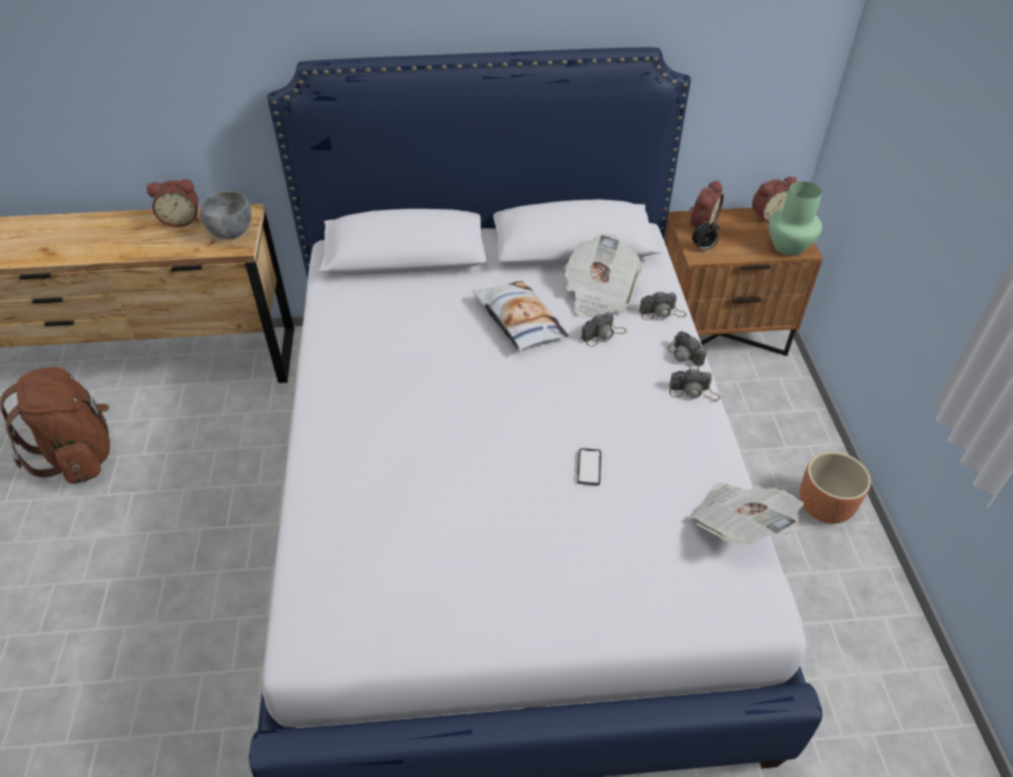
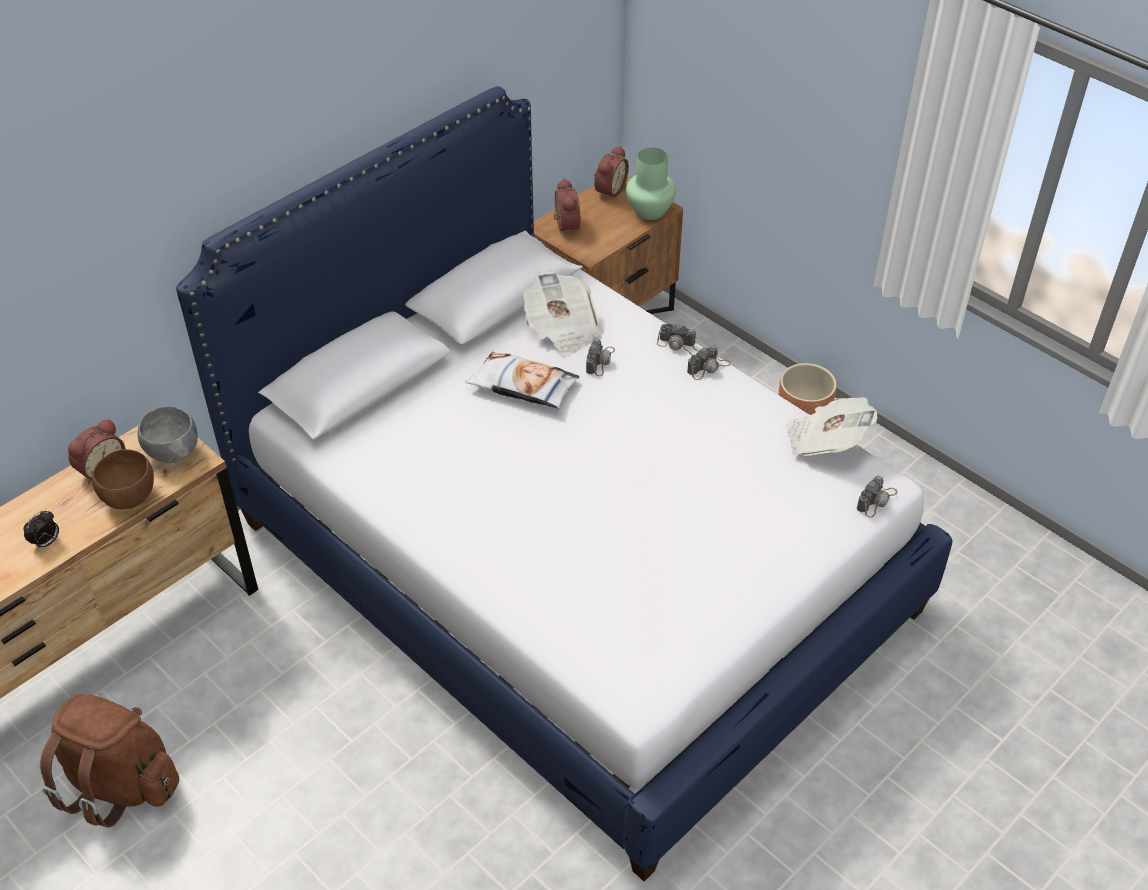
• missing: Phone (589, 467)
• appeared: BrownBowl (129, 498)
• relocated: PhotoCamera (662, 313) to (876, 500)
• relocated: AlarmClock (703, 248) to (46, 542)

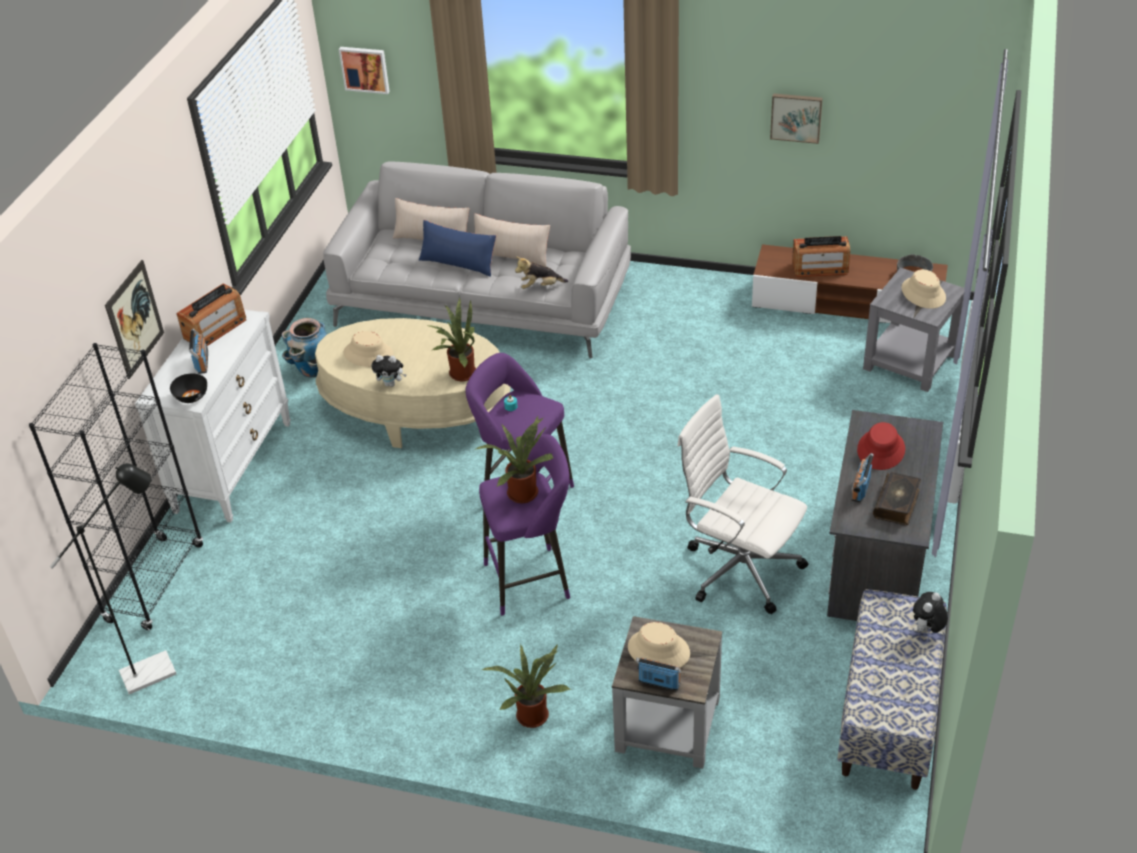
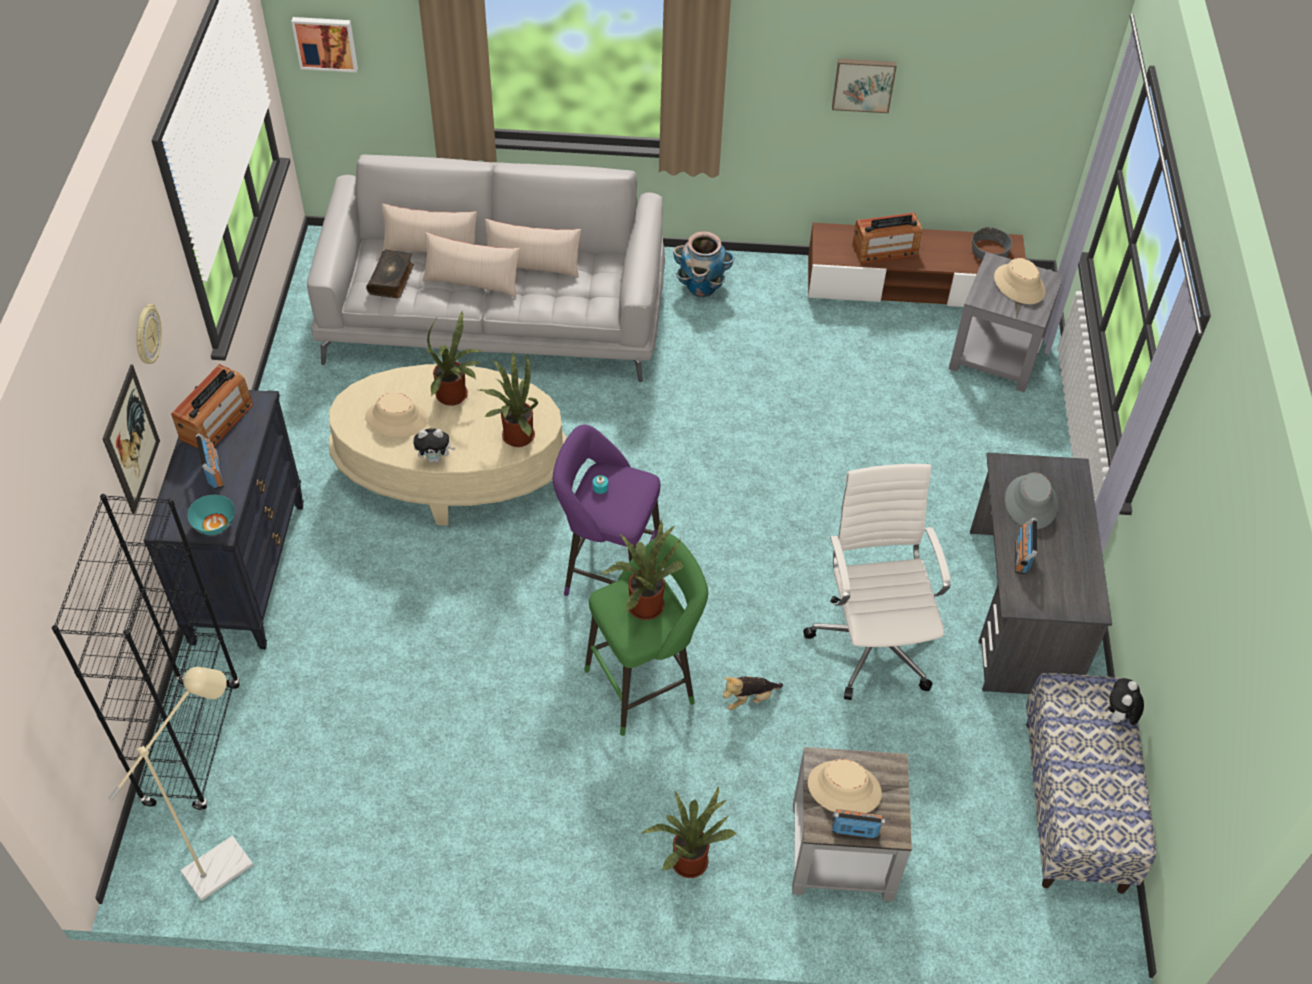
• appeared: WallClock (146, 336)
• appeared: PottedPlant (455, 396)
• relocated: Planter (313, 369) to (701, 287)
• relocated: PlushToy (540, 286) to (749, 699)
• relocated: Book (897, 504) to (392, 279)
• colour: BlackFloorLamp (158, 669) to BeigeFloorLamp (228, 861)
• colour: WhiteDresser (233, 466) to BlackDresser (248, 571)
• colour: BlackBowl (191, 397) to TurquoiseBowl (214, 524)
• colour: BluePillow (458, 263) to BeigePillow (472, 281)
• colour: PurpleStool (532, 579) to GreenStool (645, 684)
• colour: RedHat (881, 450) to GreyHat (1031, 502)
• spun: WhiteOfficeChair (739, 568) = (873, 641) 60 degrees clockwise

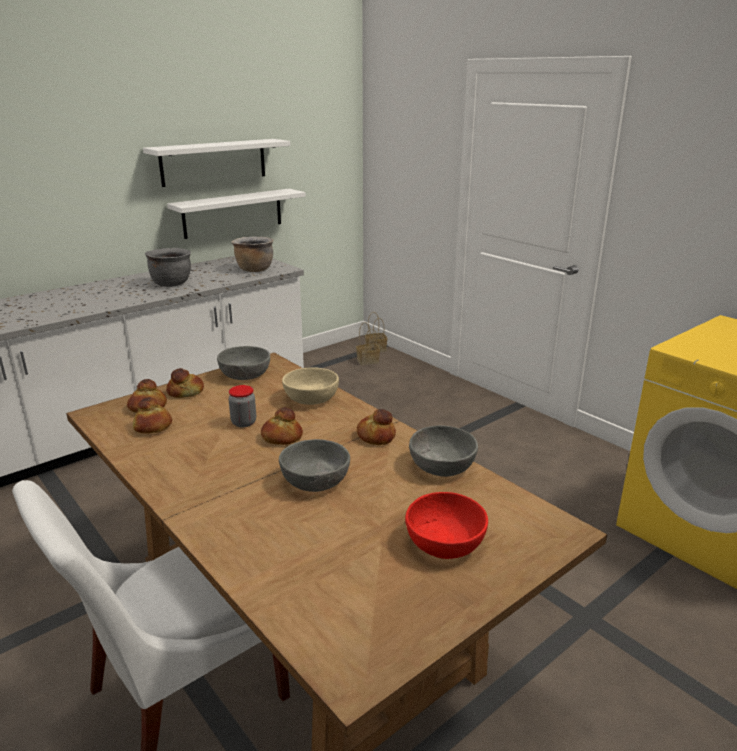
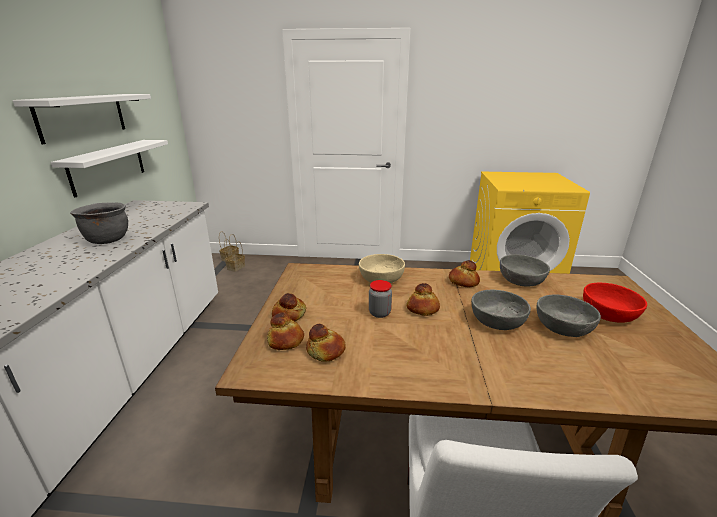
• missing: BrownCookingPot (254, 269)
• relocated: GreyBowl (245, 374) to (562, 327)

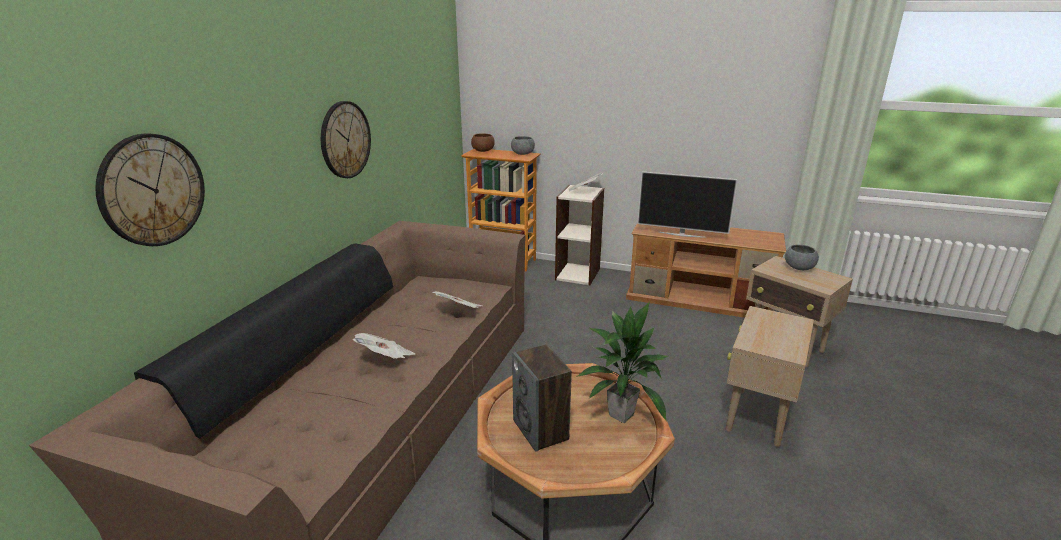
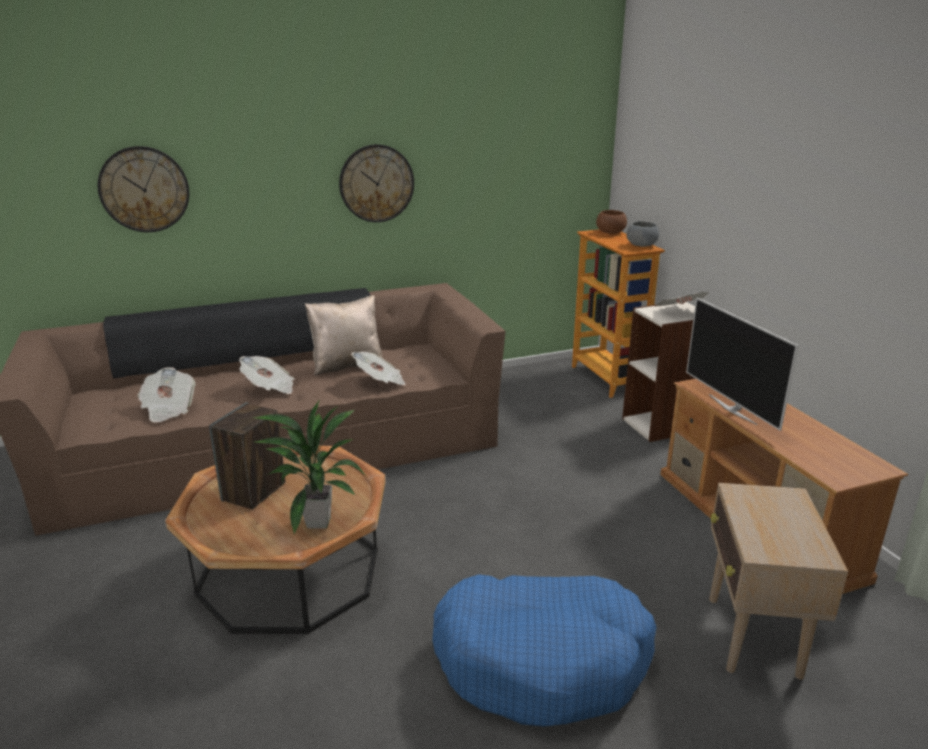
• missing: GreyBowl (798, 268)
• appeared: Newspaper (168, 409)
• appeared: BeigePillow (347, 365)
• exchanged: BeigeSideTable (757, 417) to BlueDogBed (542, 660)

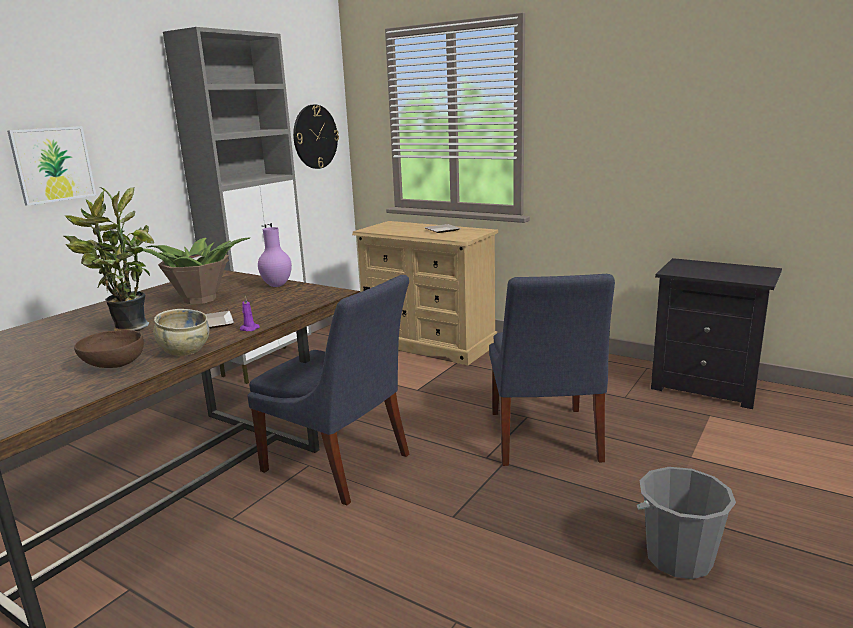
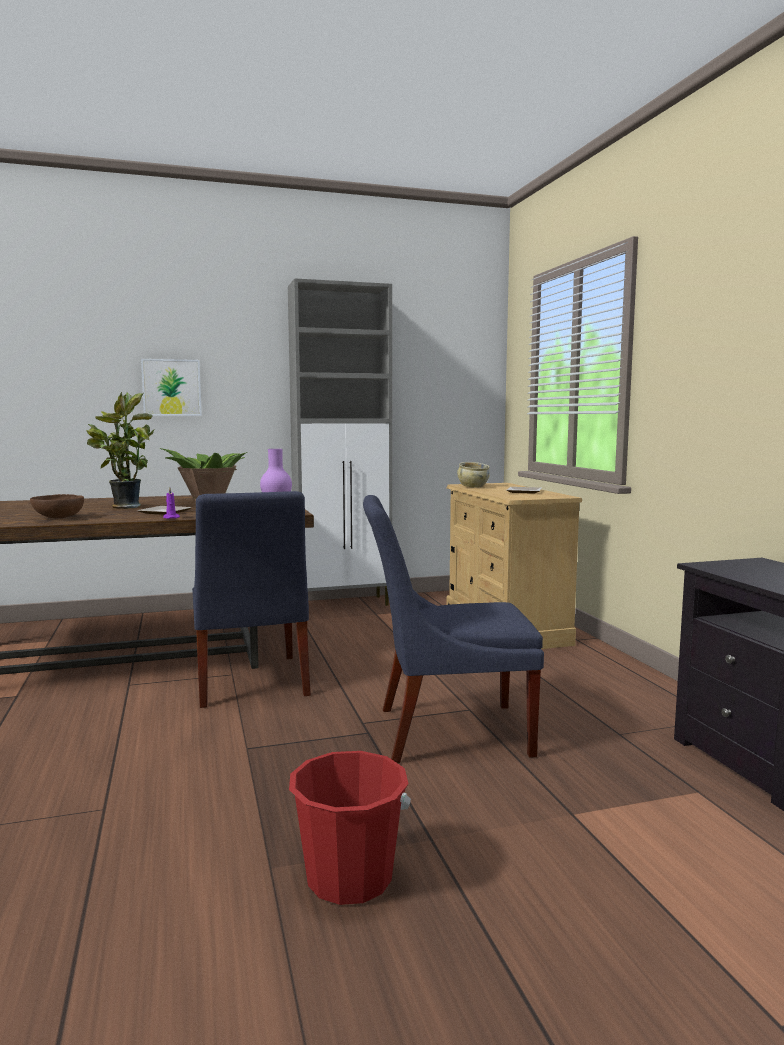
• missing: WallClock (315, 137)
• relocated: BeigeBowl (184, 350) to (473, 486)
• colour: GreyBucket (678, 558) to RedBucket (349, 878)
• spun: BlueChair (543, 439) = (445, 731) 45 degrees clockwise

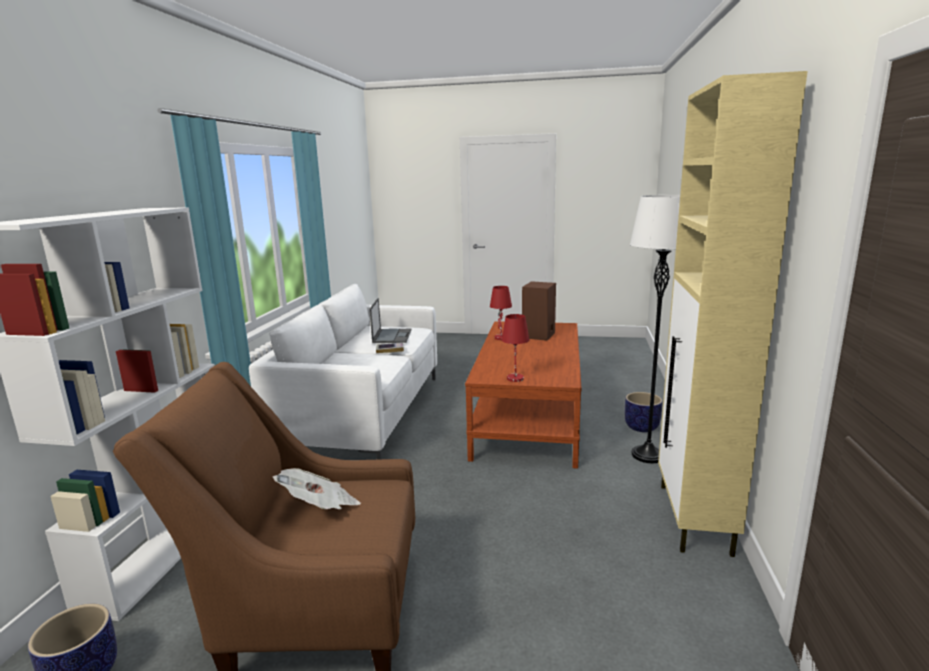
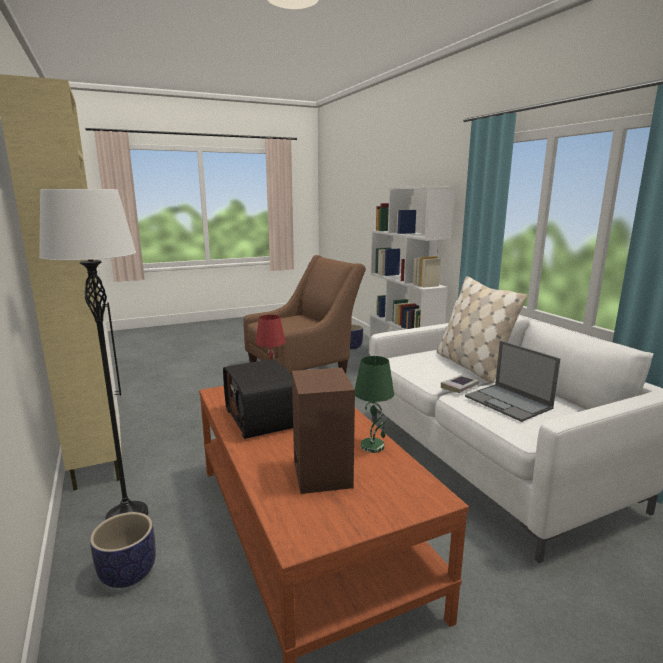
• missing: Newspaper (320, 507)
• appeared: Radio (263, 418)
• appeared: BeigePillow (472, 366)
• colour: RedTableLamp (500, 338) to GreenTableLamp (373, 446)

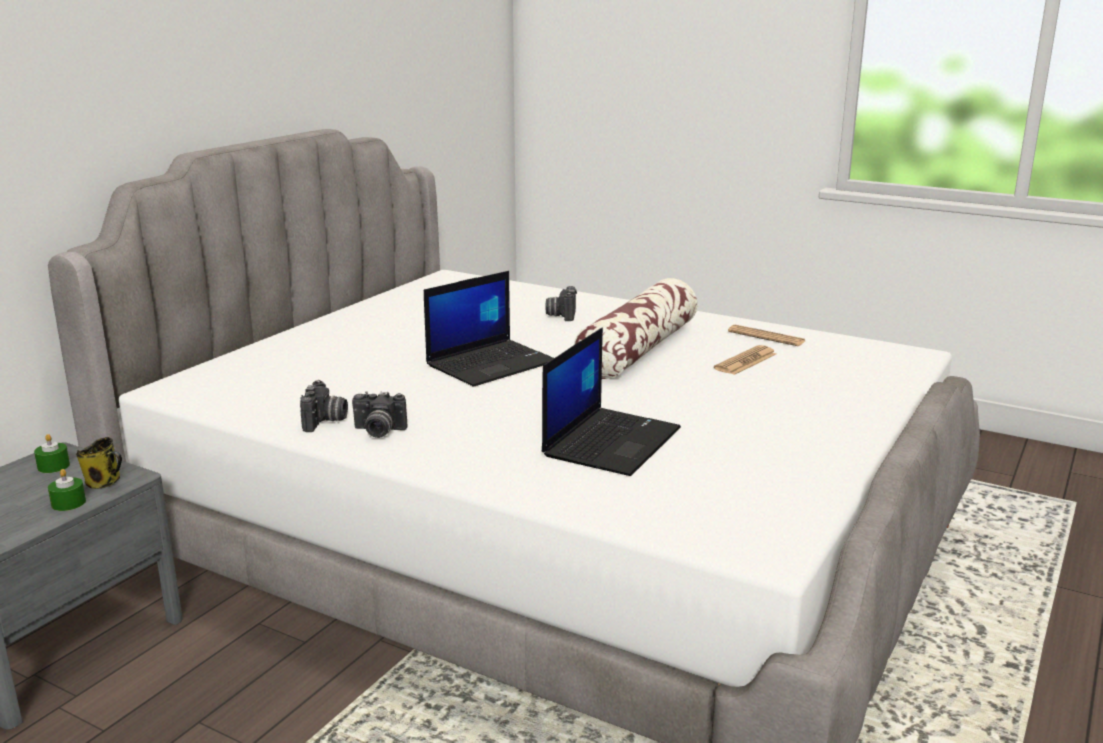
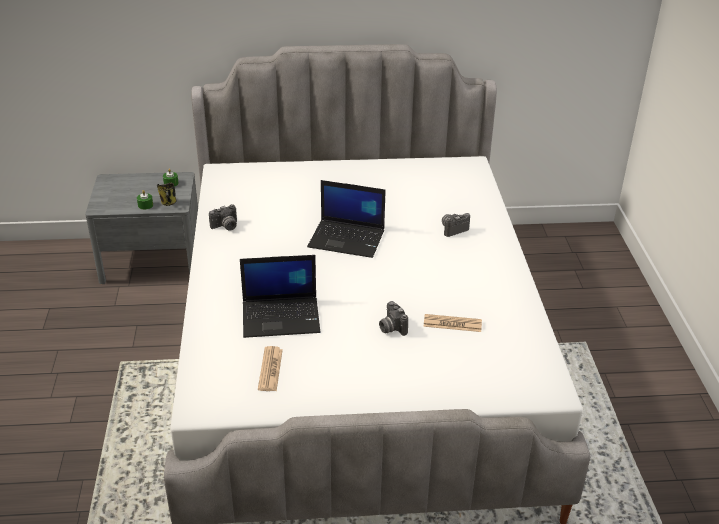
• missing: Pillow (638, 350)
• relocated: PhotoCamera (378, 432) to (391, 328)
• relocated: Newspaper (766, 337) to (270, 369)

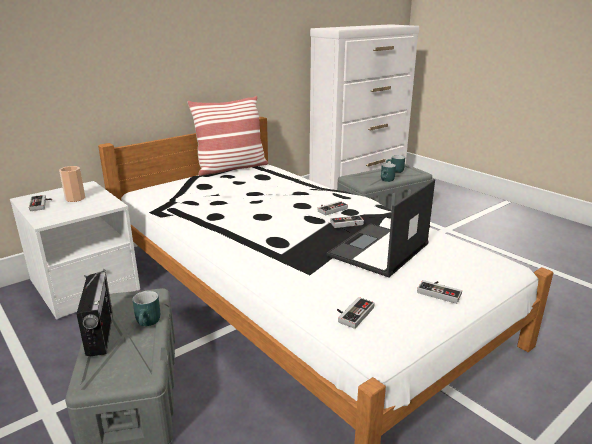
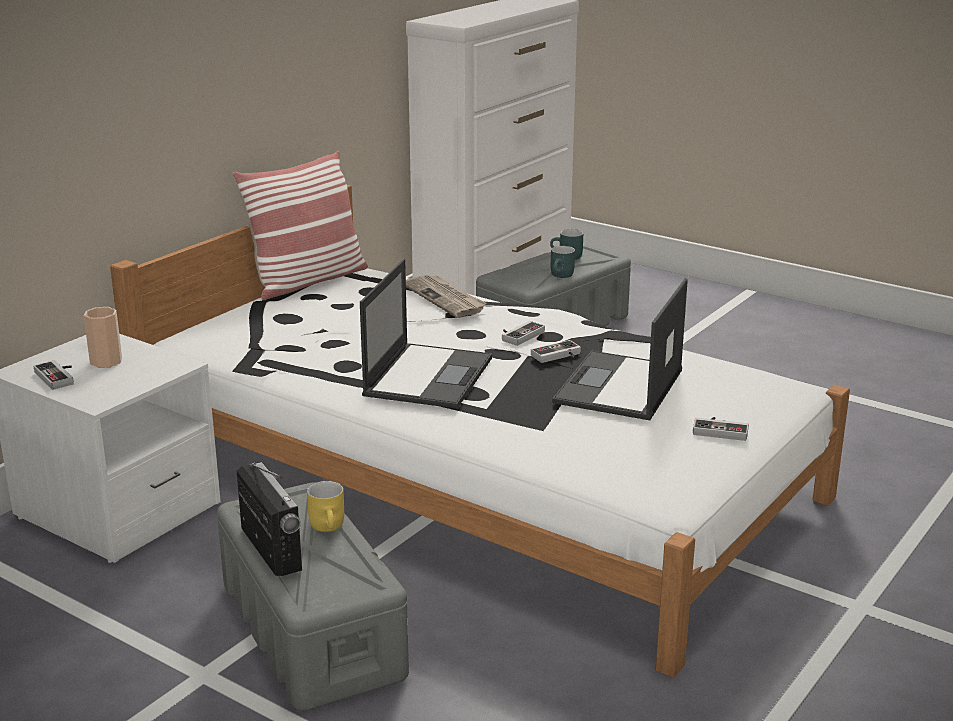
• missing: GameController (352, 313)
• appeared: Laptop (428, 376)
• appeared: Newspaper (445, 299)
• colour: TurquoiseMug (149, 322) to YellowMug (330, 526)

